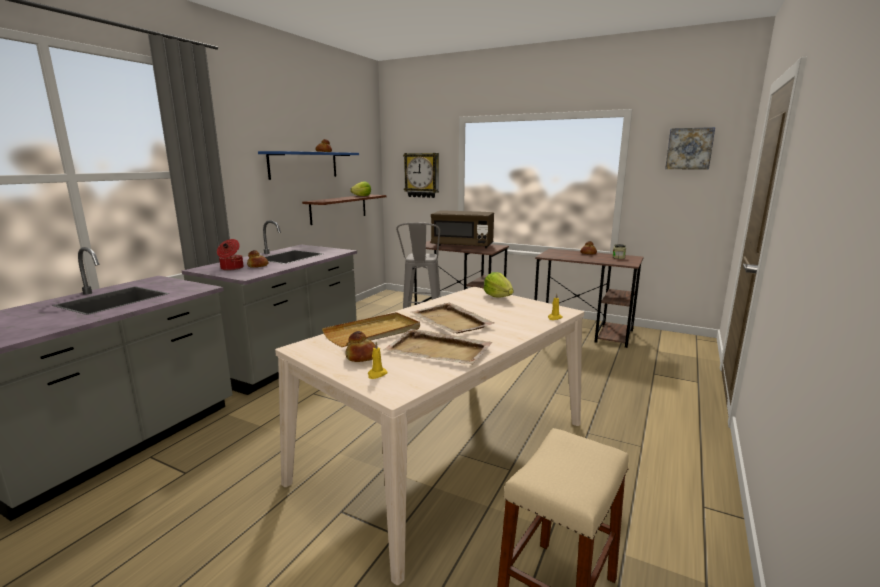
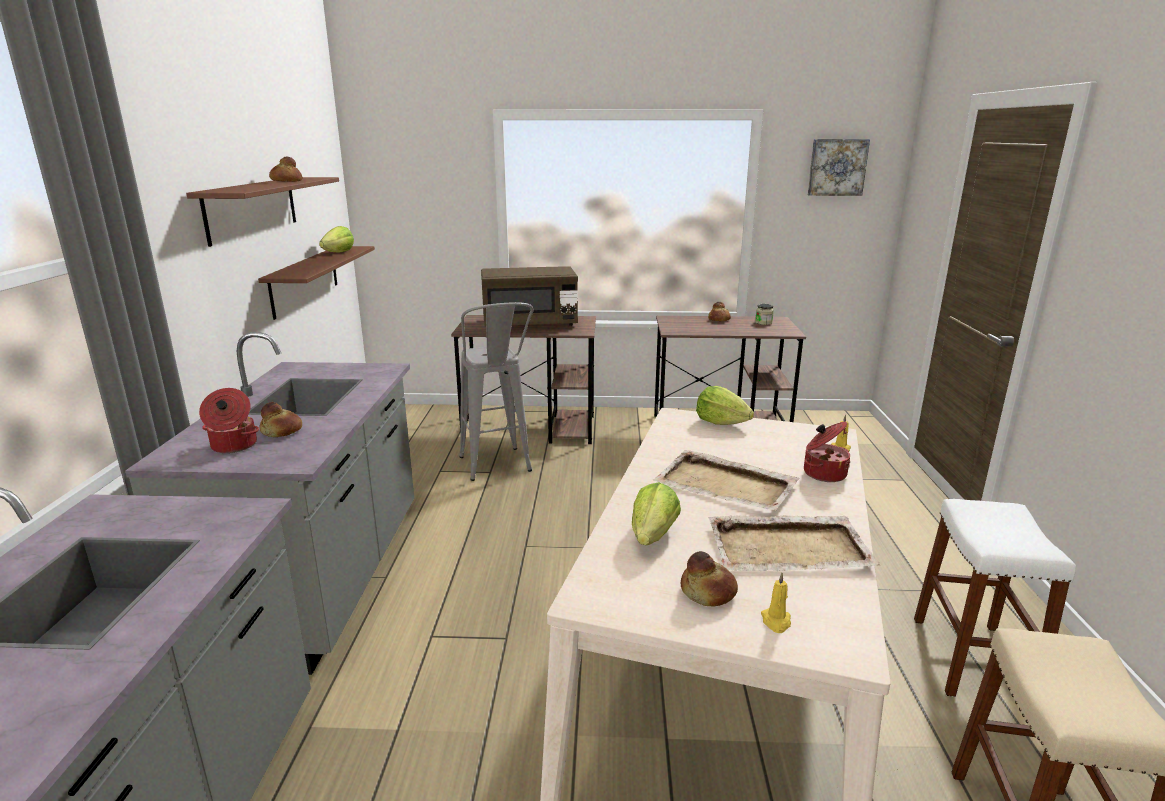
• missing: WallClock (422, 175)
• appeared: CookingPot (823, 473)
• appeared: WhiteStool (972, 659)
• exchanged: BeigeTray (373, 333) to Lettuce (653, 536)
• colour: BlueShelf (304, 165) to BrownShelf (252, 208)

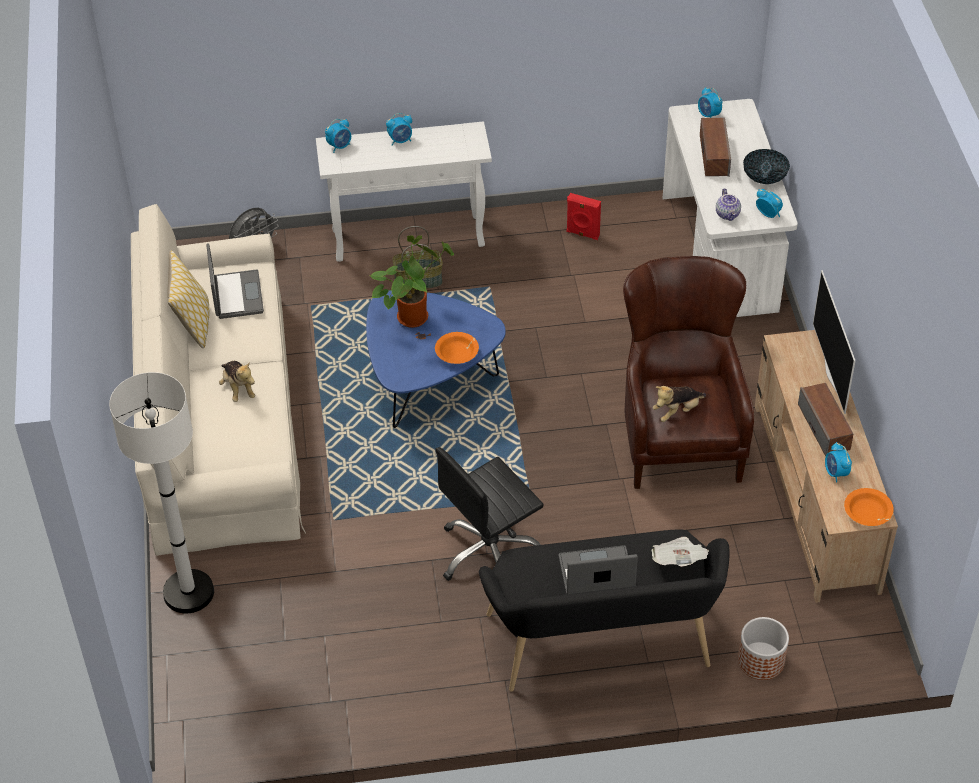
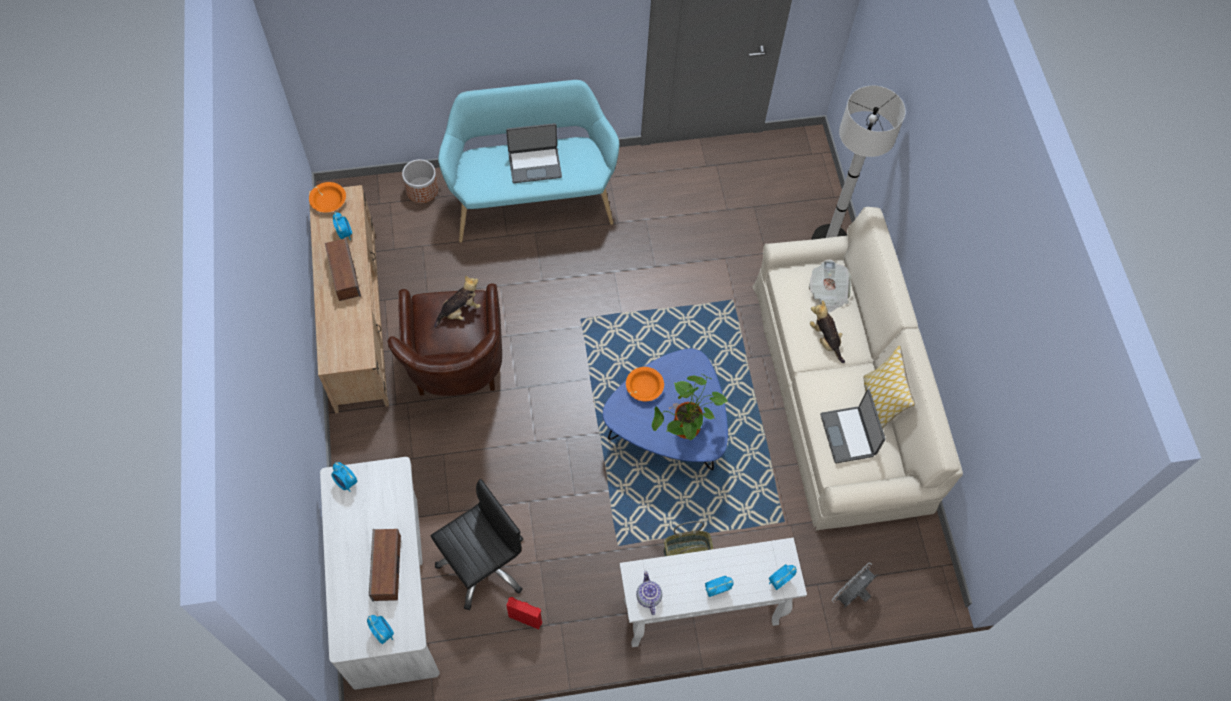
• missing: Bowl (765, 176)
• missing: Television (832, 374)
• relocated: BlackOfficeChair (490, 553) to (483, 564)
• relocated: Newspaper (678, 561) to (828, 293)
• relocated: Teapot (728, 214) to (648, 596)
• colour: BlackBench (602, 648) to TurquoiseBench (531, 199)

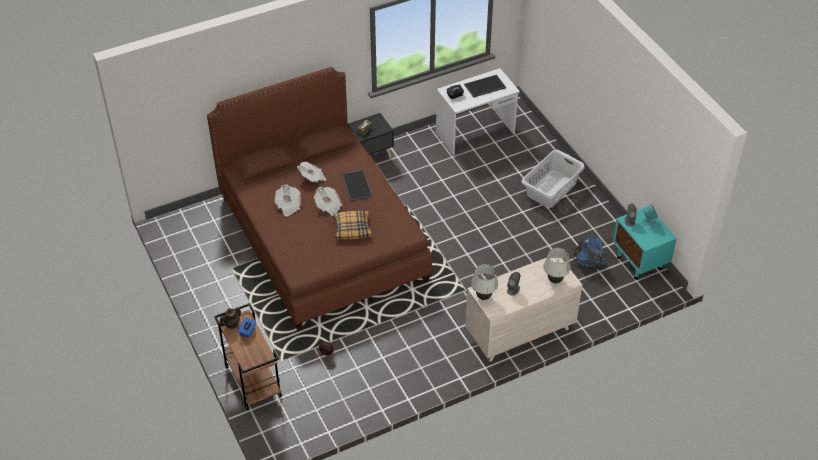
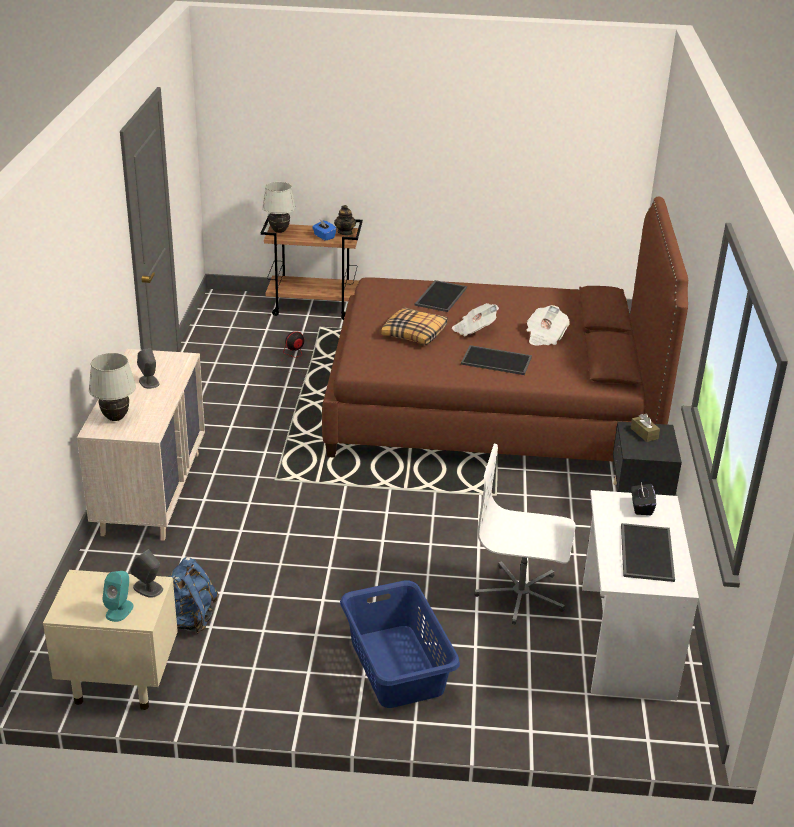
• missing: Newspaper (288, 206)
• appeared: Tray (440, 296)
• appeared: WhiteOfficeChair (521, 595)
• relocated: WhiteTableLamp (483, 297) to (279, 231)
• colour: GreyLaundryBasket (552, 189) to BlueLaundryBasket (396, 666)
• colour: TurquoiseNightstand (639, 263) to BeigeNightstand (118, 681)

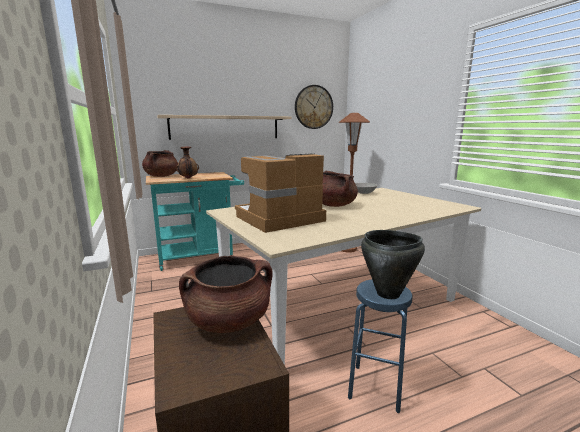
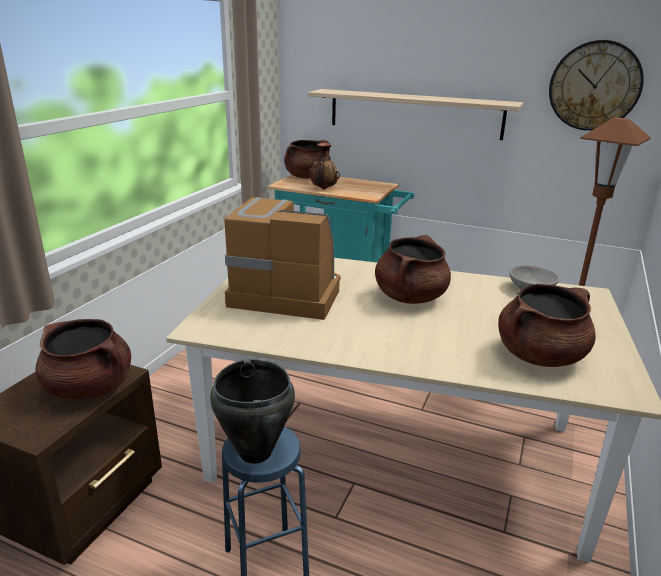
• appeared: BrownCookingPot (540, 356)

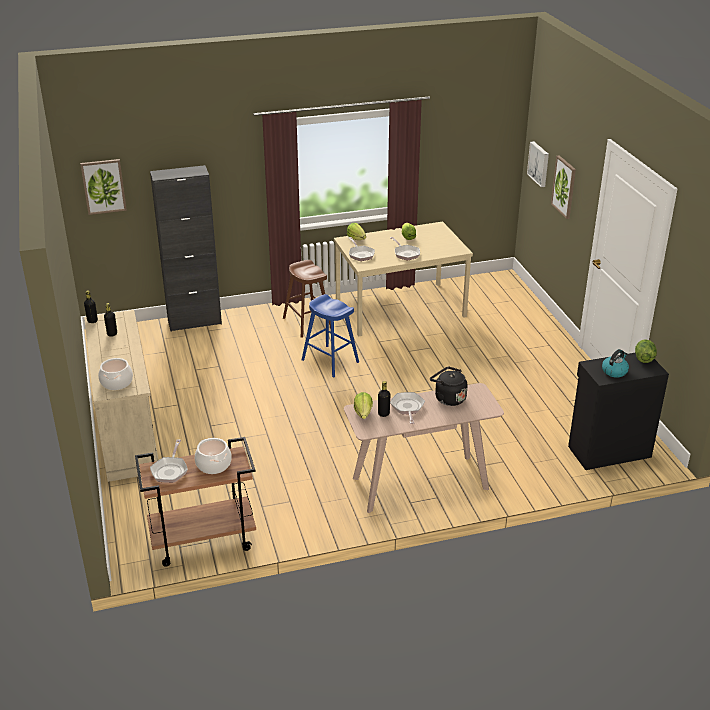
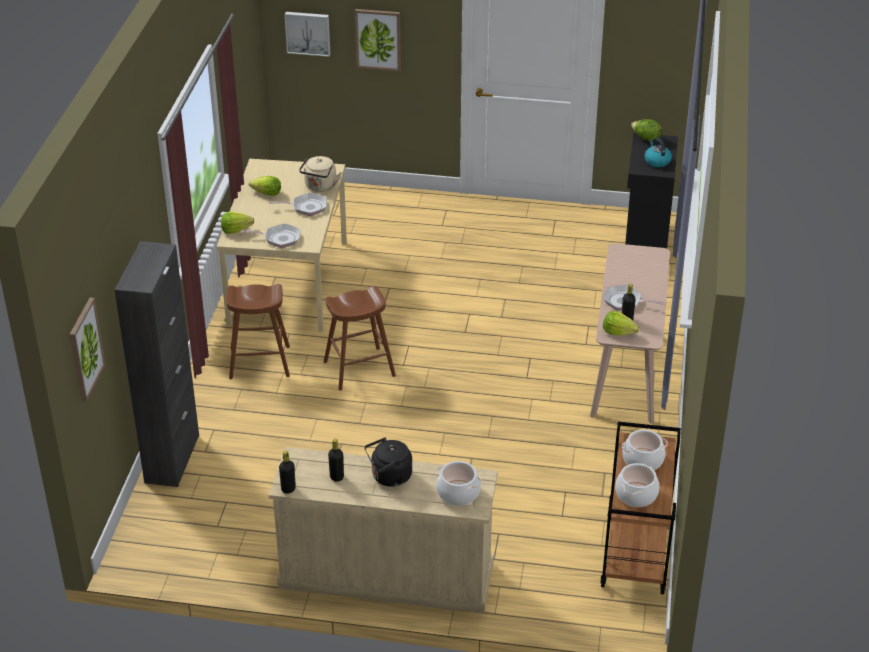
• appeared: BeigeKettle (320, 187)
• relocated: BlackKettle (448, 398) to (389, 477)
• exchanged: FryingPan (170, 470) to CookingPot (636, 494)
• colour: BlueStool (330, 361) to BrownStool (359, 369)

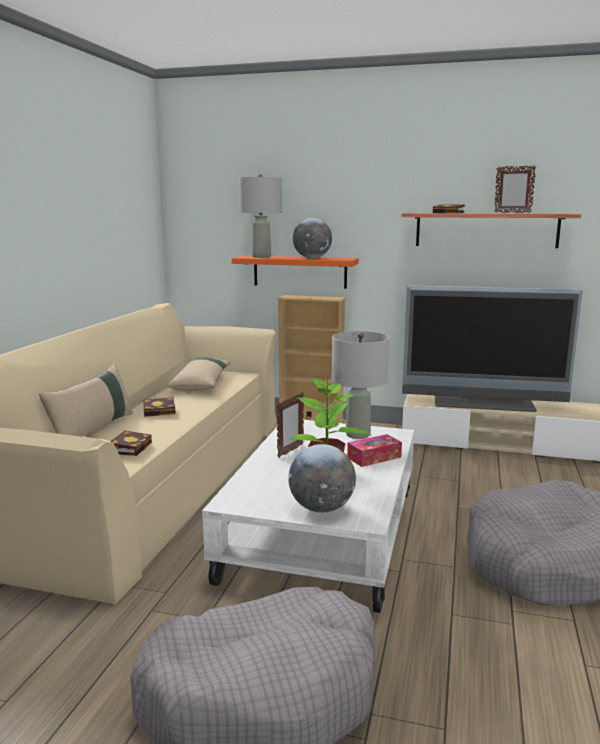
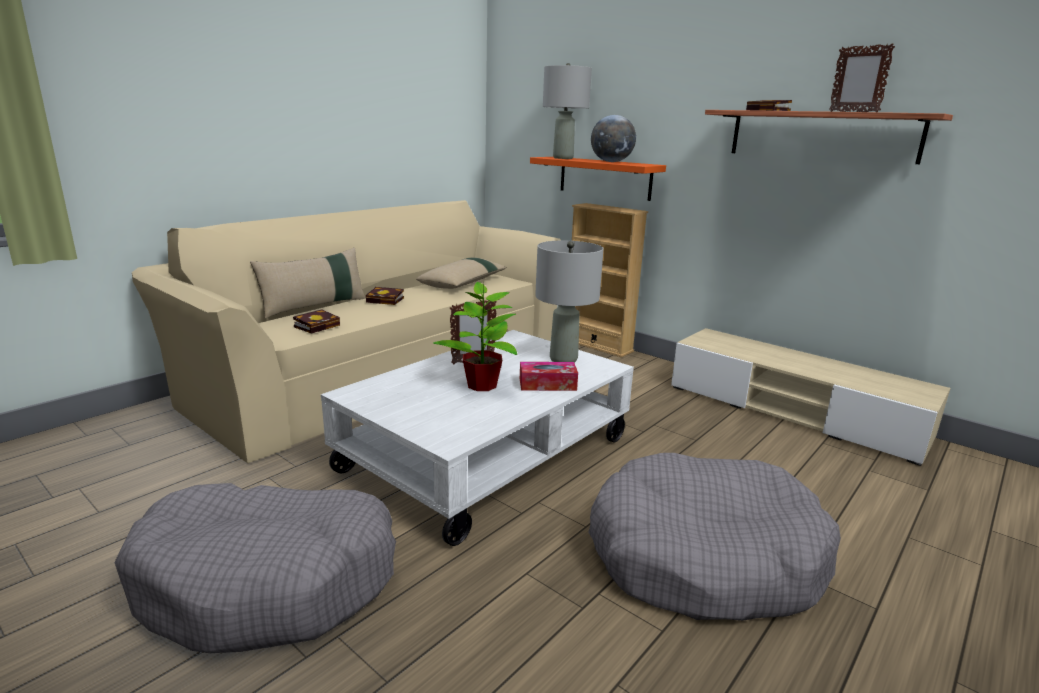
• missing: Globe (321, 508)
• missing: Television (483, 403)

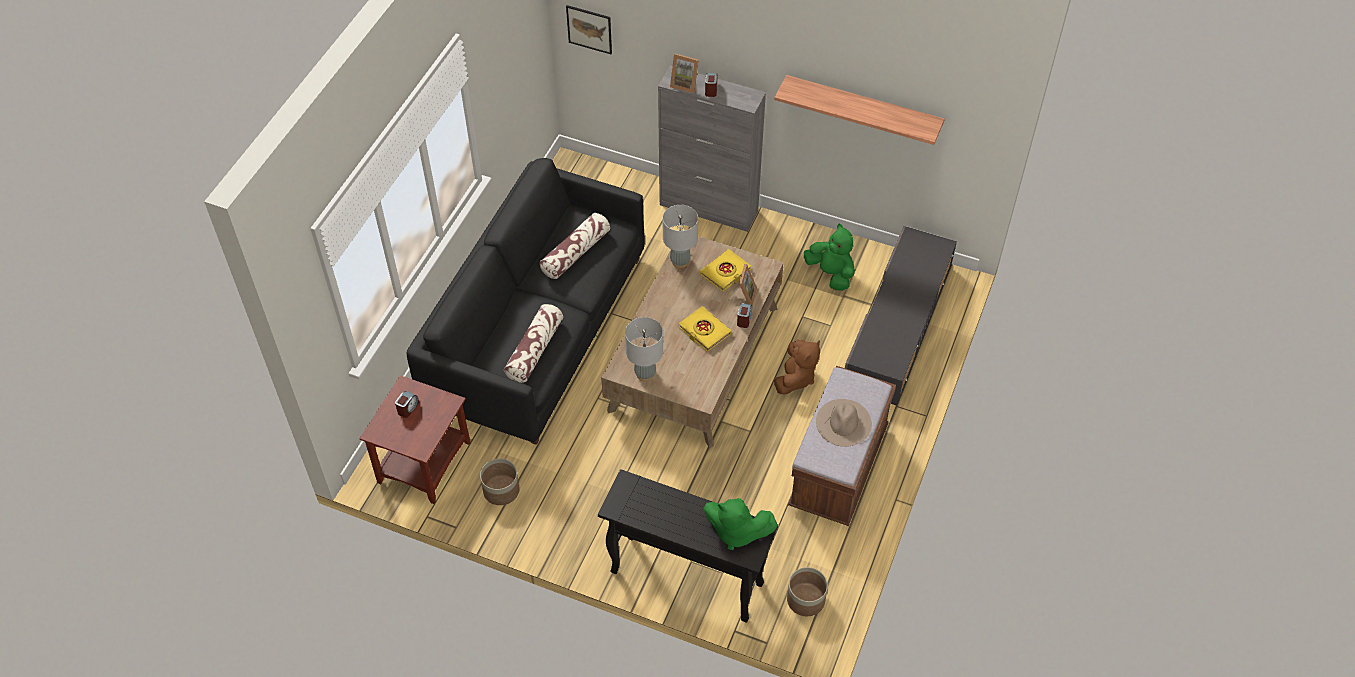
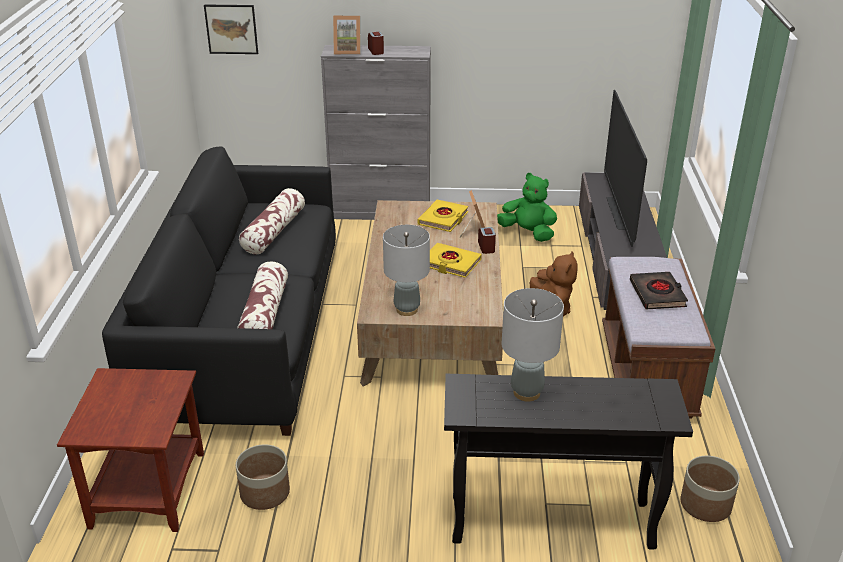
• missing: AlarmClock (408, 408)
• missing: GreenPlushToy (736, 532)
• missing: Shelf (862, 108)
• appeared: Television (618, 213)
• relocated: GreyTableLamp (680, 261) to (526, 392)
• exchanged: BeigeHat (843, 422) to BlackBook (657, 294)

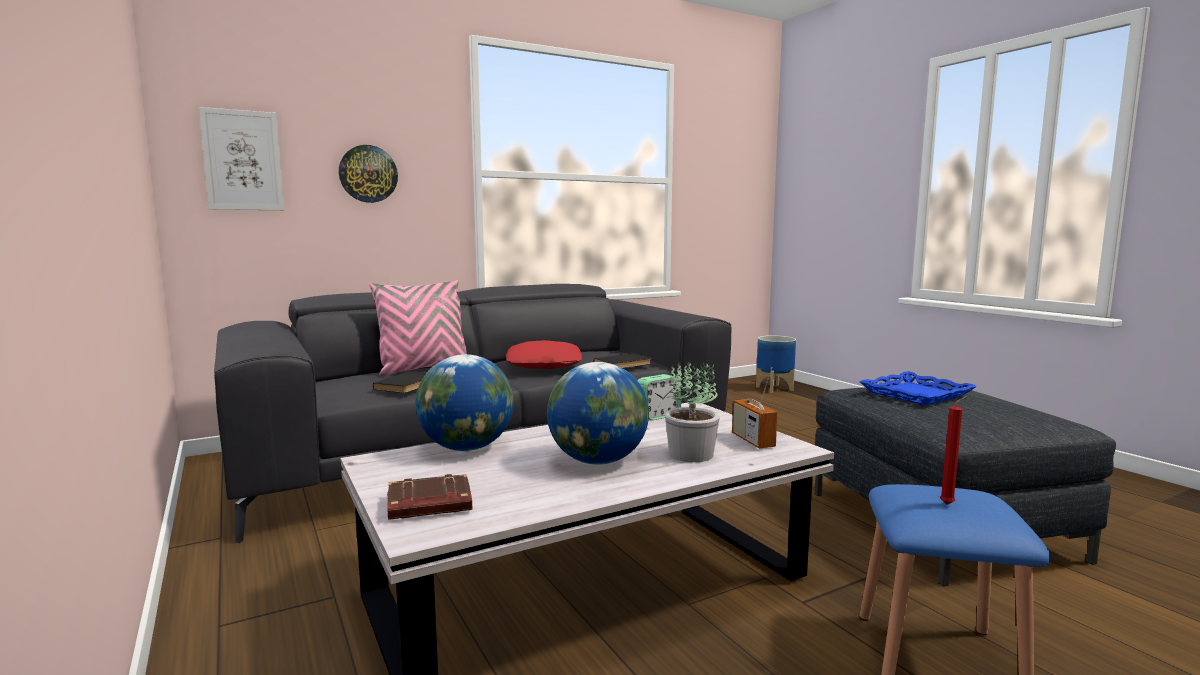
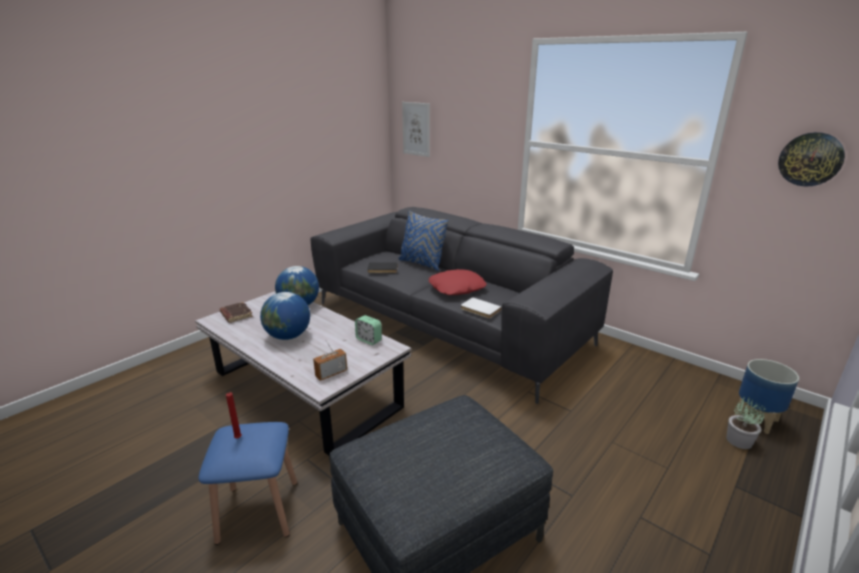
• missing: BlueTray (916, 394)
• relocated: WallClock (368, 174) to (810, 159)
• relocated: PottedPlant (691, 454) to (739, 441)
• colour: PinkPillow (423, 369) to BluePillow (421, 263)
• colour: BlackBook (624, 364) to WhiteBook (479, 310)

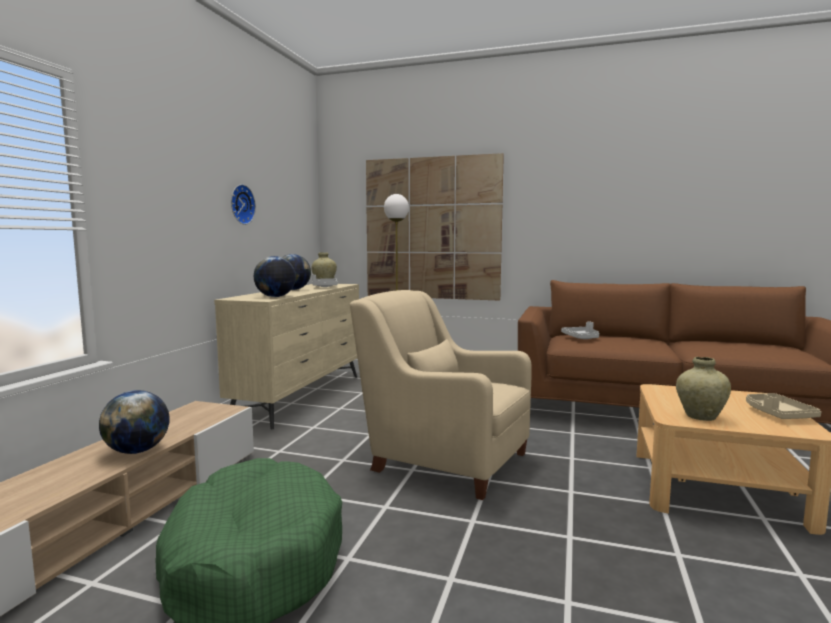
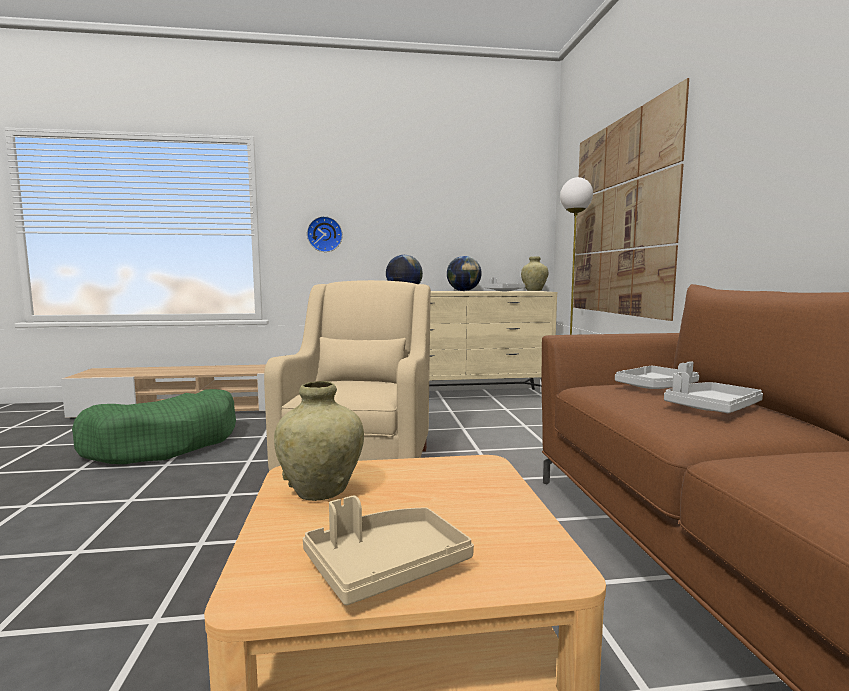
• missing: Globe (137, 451)
• appeared: GreyTray (711, 408)
• relocated: WallClock (240, 204) to (324, 234)

